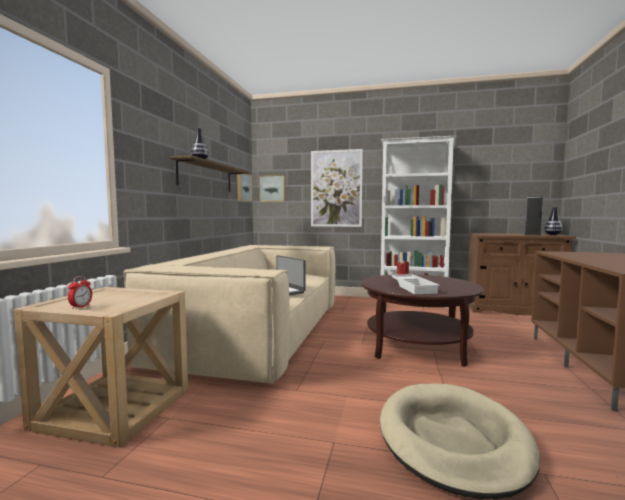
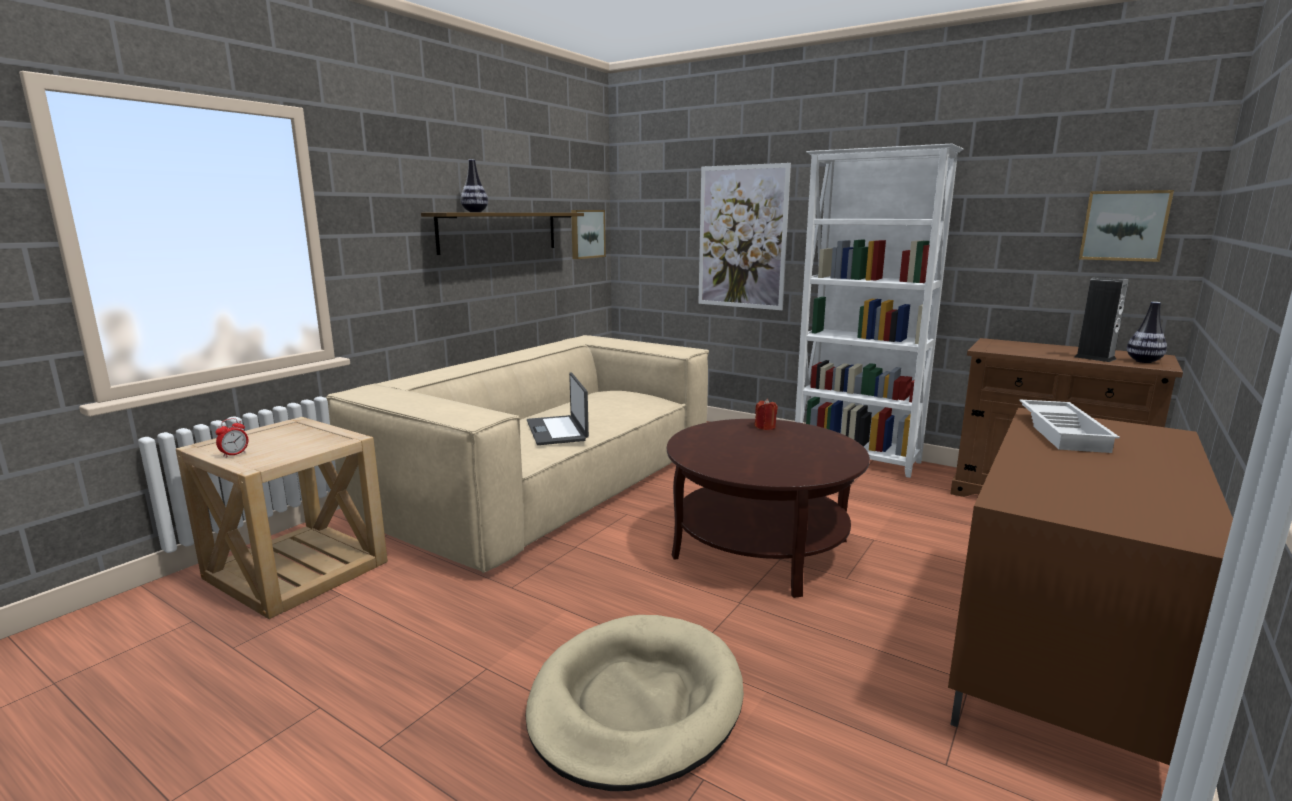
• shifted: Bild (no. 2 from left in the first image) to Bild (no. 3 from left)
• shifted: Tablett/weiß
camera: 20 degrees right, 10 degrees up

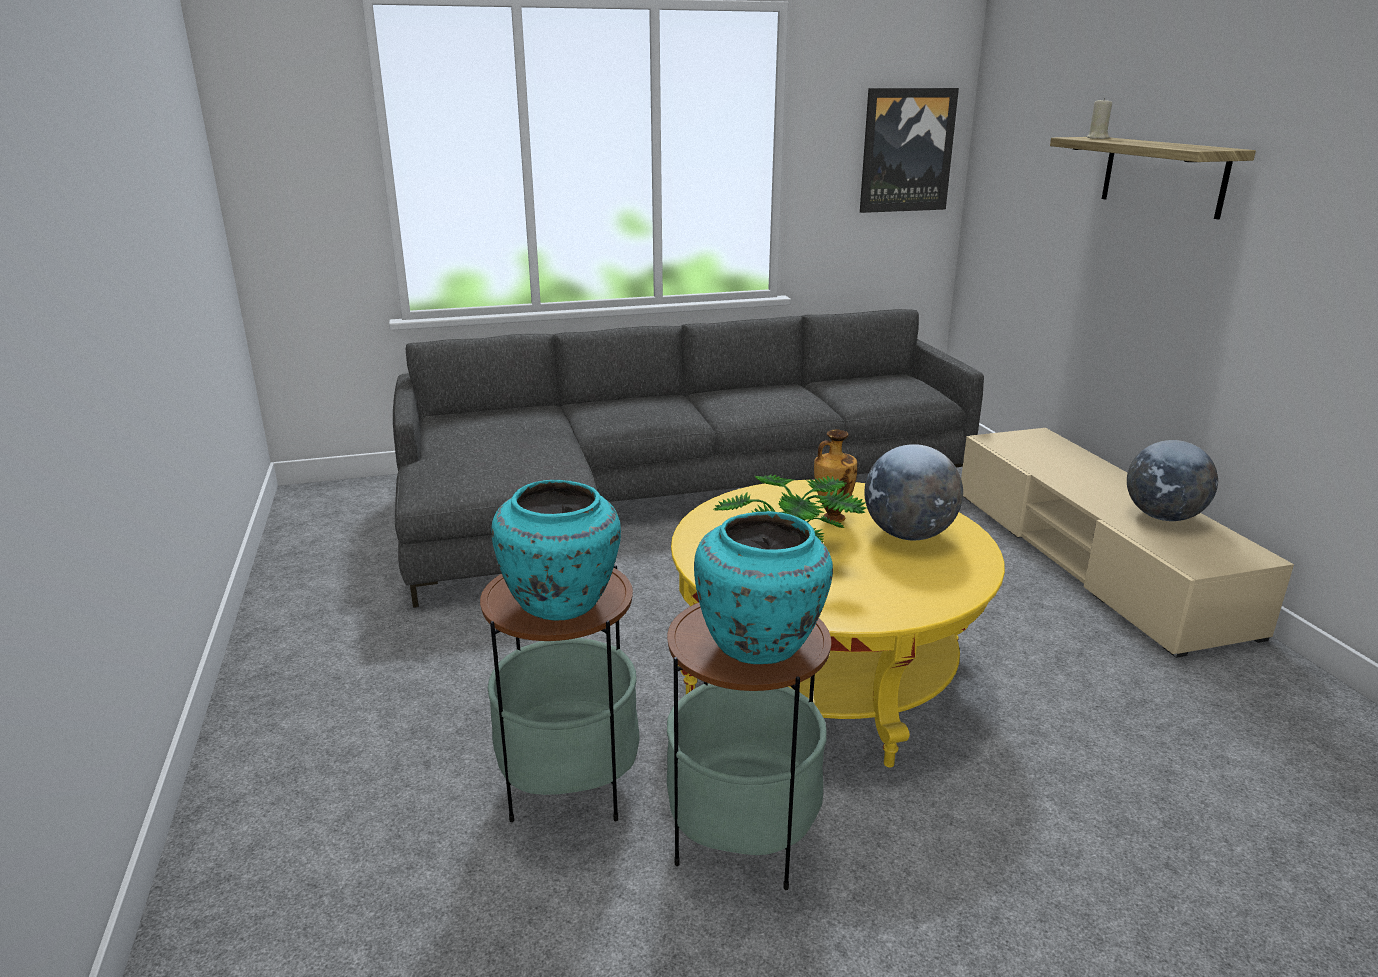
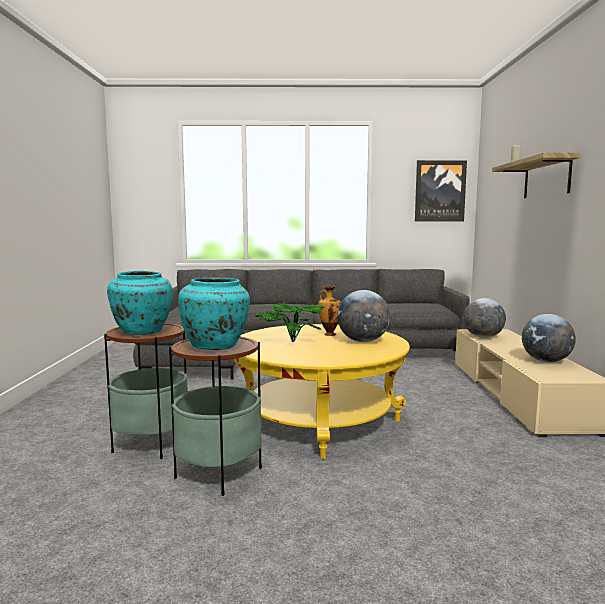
• new: Globus (no. 2 from left)
camera: 15 degrees right, 15 degrees down

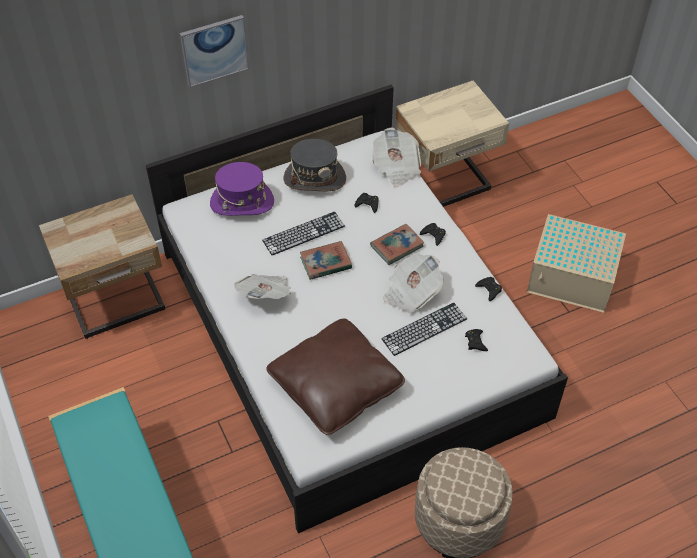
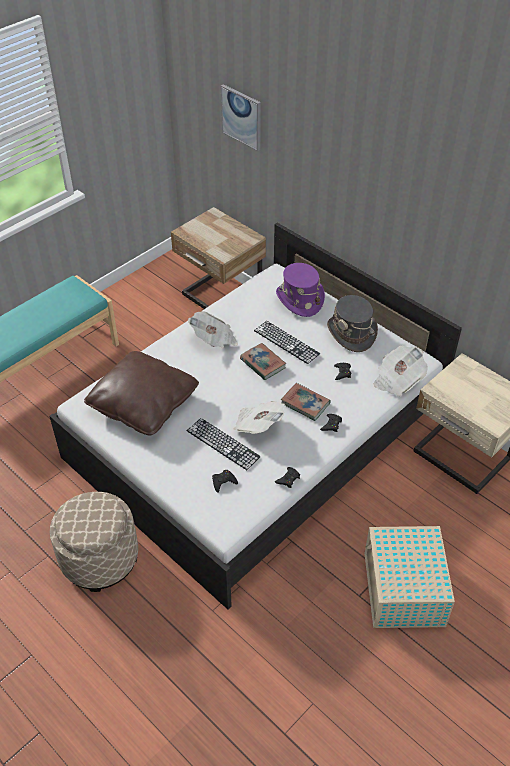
• shifted: Bild
camera: 70 degrees right, 5 degrees down

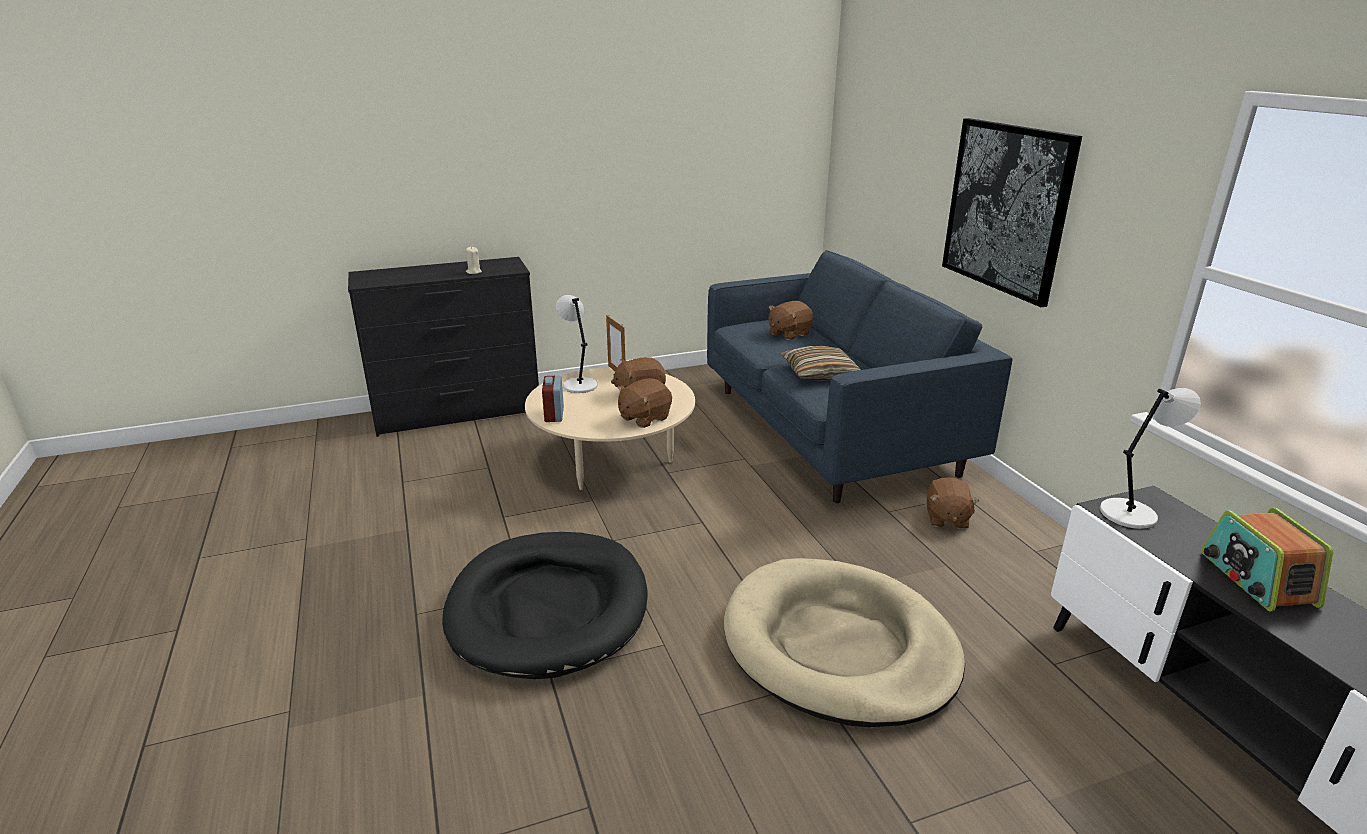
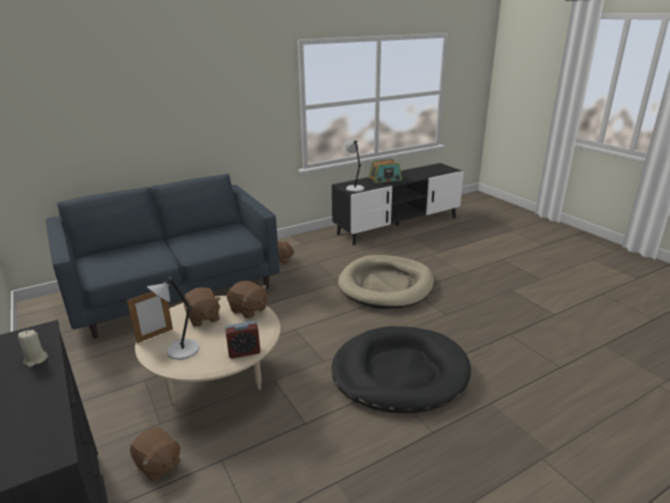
• gone: Kissen
• gone: Bild
• shifted: Plüschtier/braun (no. 3 from left in the first image) to Plüschtier/braun (no. 1 from left)
camera: 100 degrees left, 0 degrees up

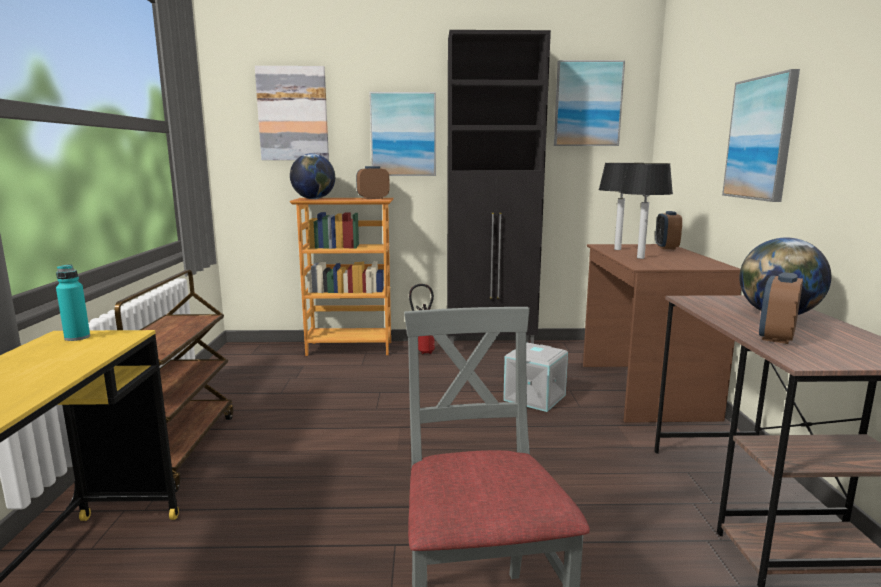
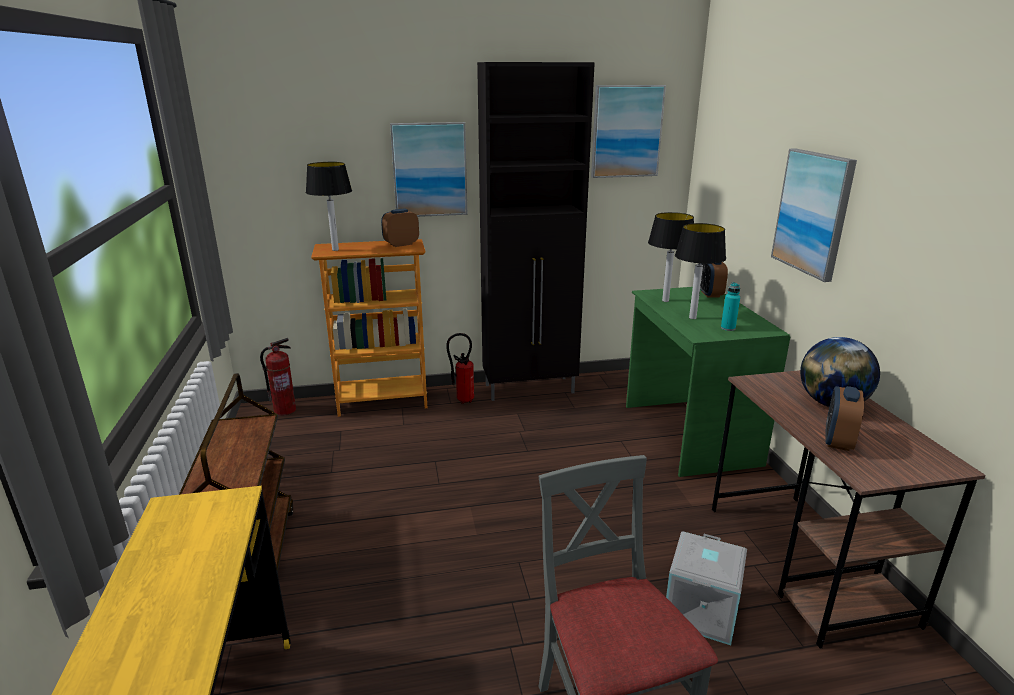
• gone: Bild (no. 1 from left)
• new: Feuerlöscher (no. 1 from left)
• shifted: Flasche/türkis
• shifted: Aufbewahrungsbox/grau
• swapped: Globus (no. 1 from left) to Tischlampe (no. 1 from left)
• repainted: Schreibtisch/braun (no. 1 from left) to Schreibtisch/grün
camera: 10 degrees left, 10 degrees up

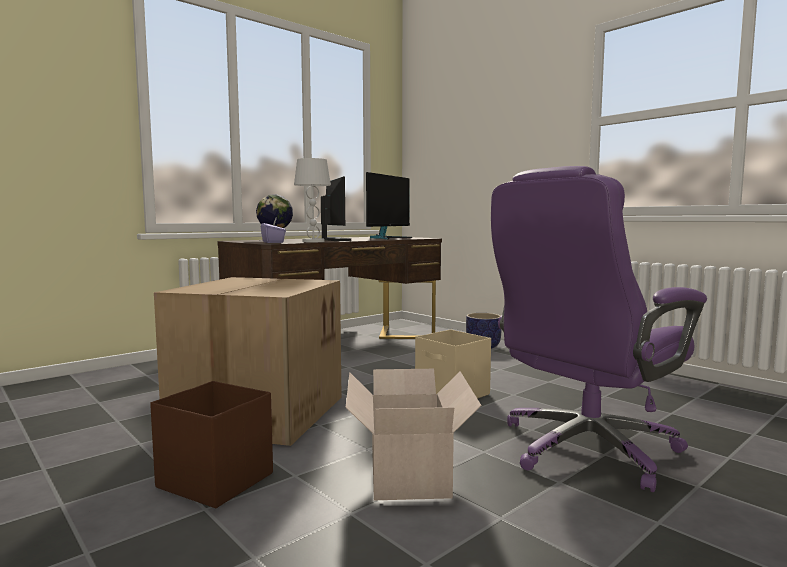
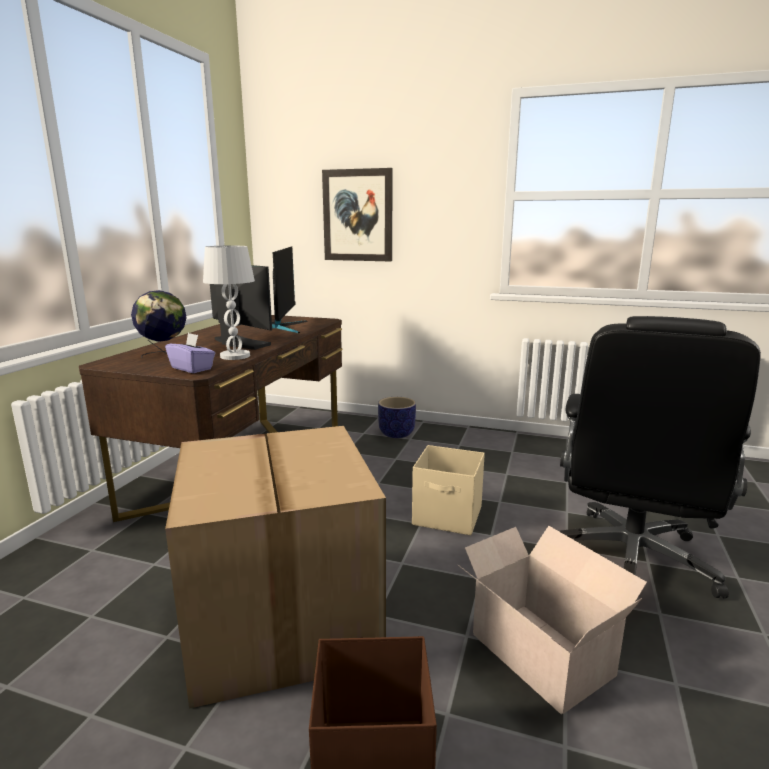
• new: Bild
• repainted: Bürostuhl/lila to Bürostuhl/schwarz
camera: 30 degrees left, 10 degrees up

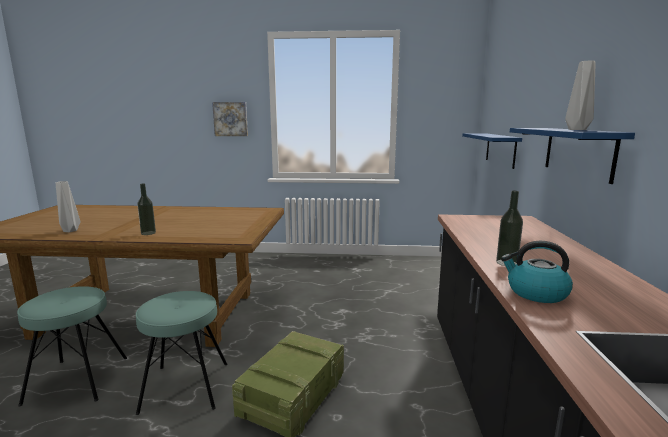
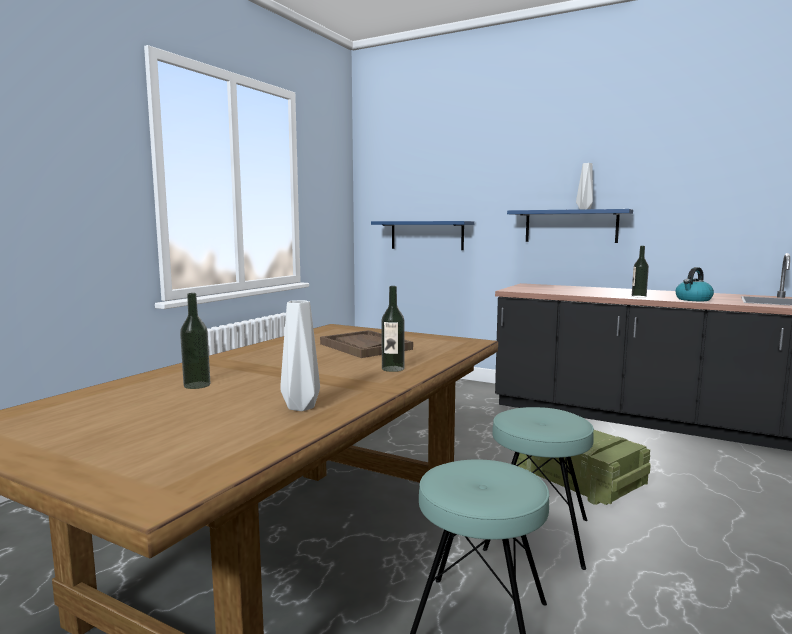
• gone: Bild
• new: Flasche (no. 1 from left)
• new: Tablett/braun
camera: 65 degrees left, 5 degrees down

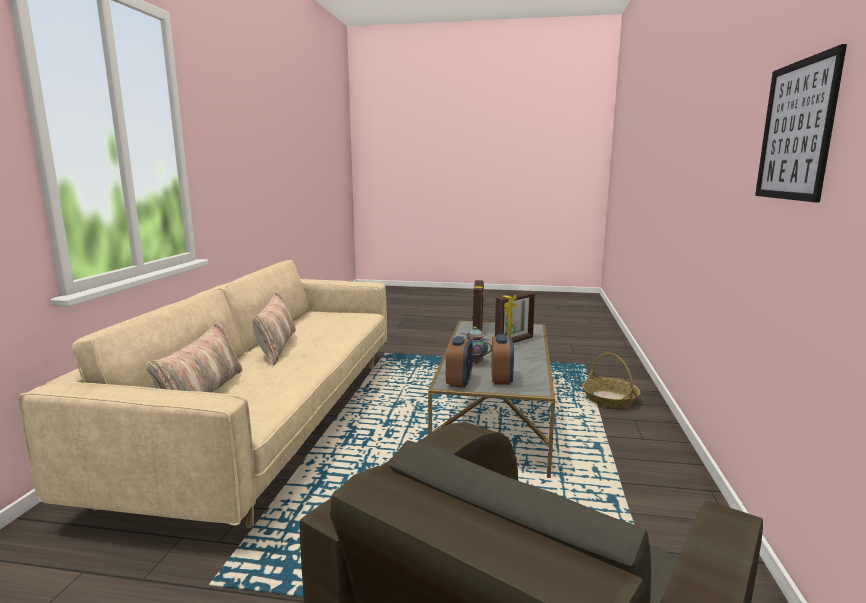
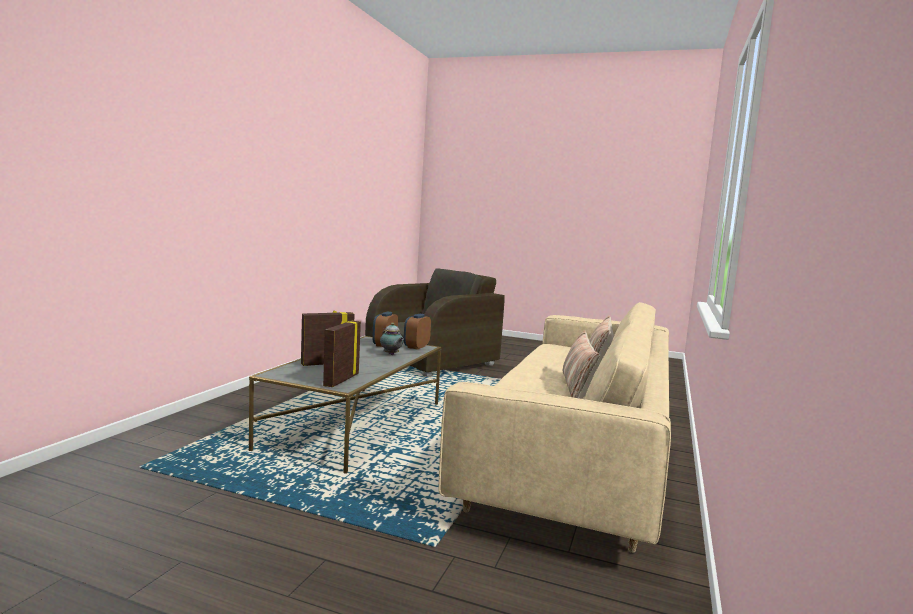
• gone: Korb
• gone: Bild
camera: 170 degrees left, 5 degrees down

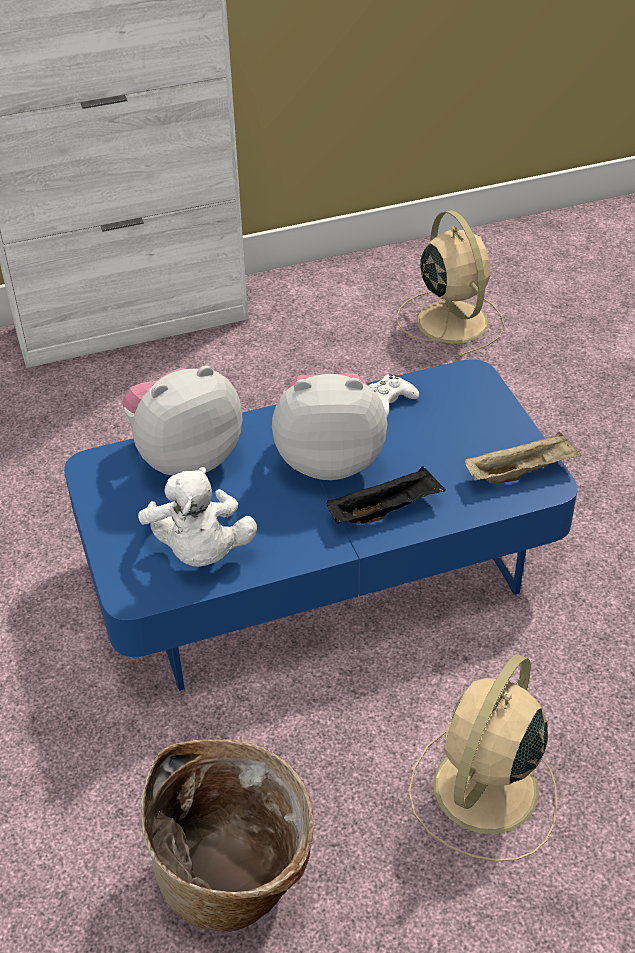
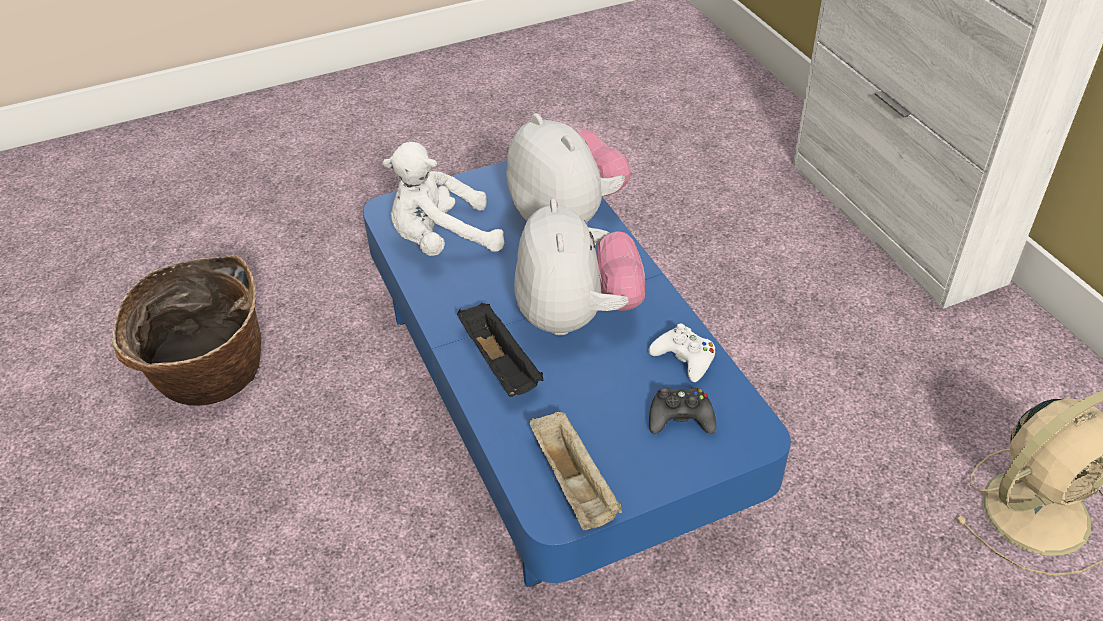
• gone: Ventilator/beige (no. 2 from left)
• new: Gamepad/schwarz
camera: 85 degrees right, 0 degrees up

